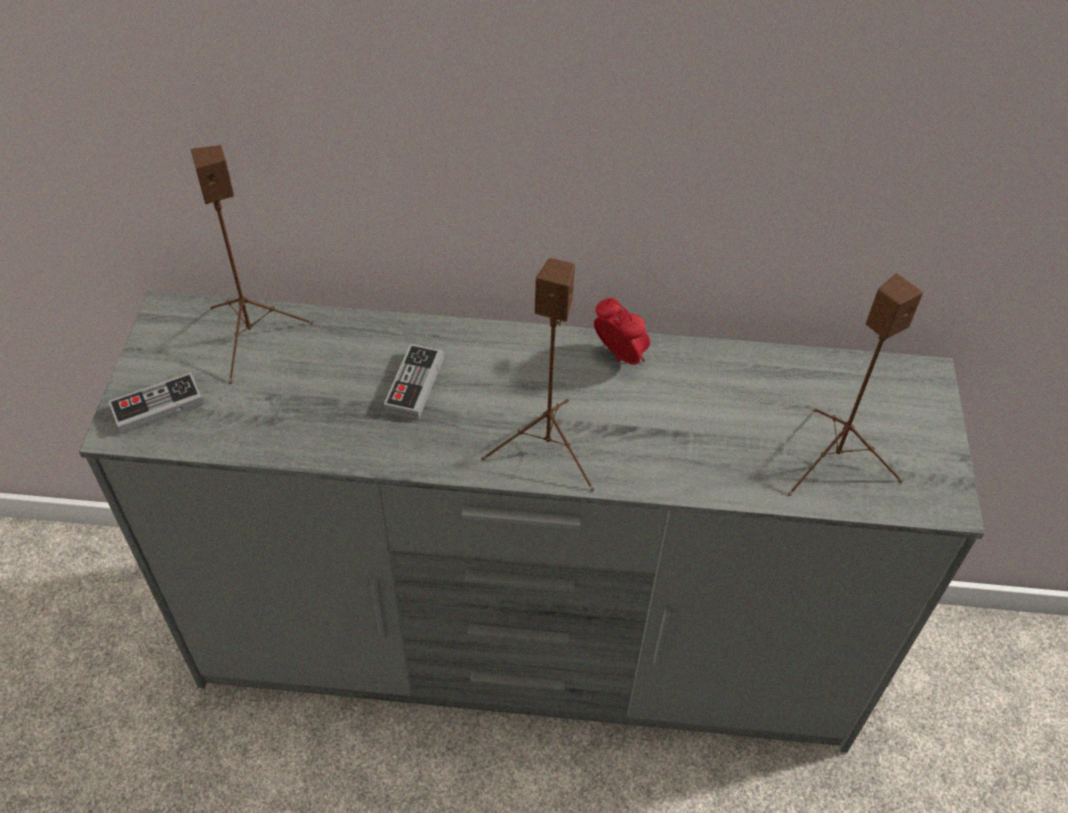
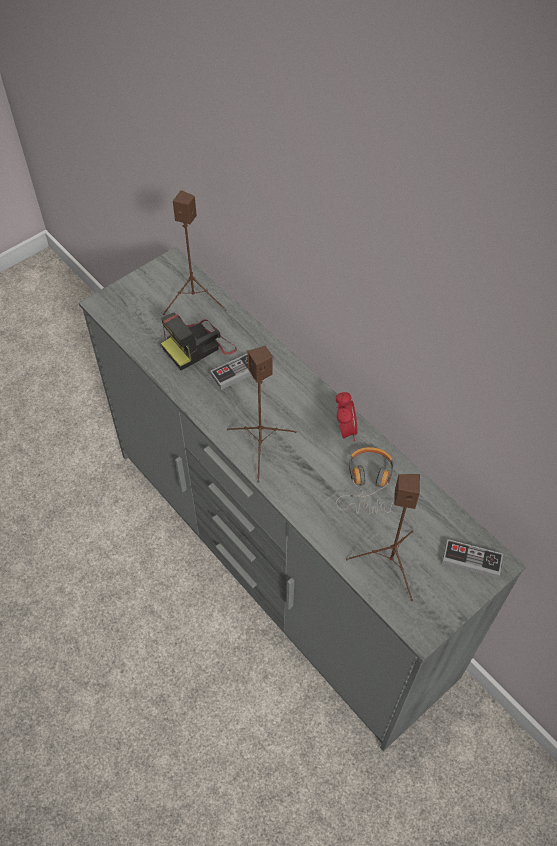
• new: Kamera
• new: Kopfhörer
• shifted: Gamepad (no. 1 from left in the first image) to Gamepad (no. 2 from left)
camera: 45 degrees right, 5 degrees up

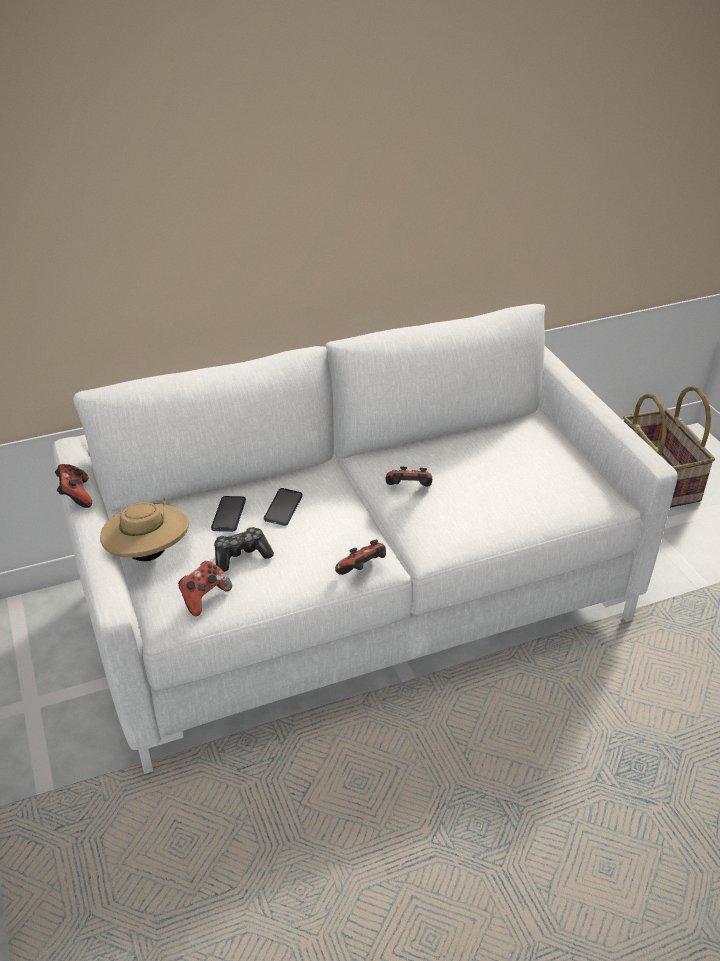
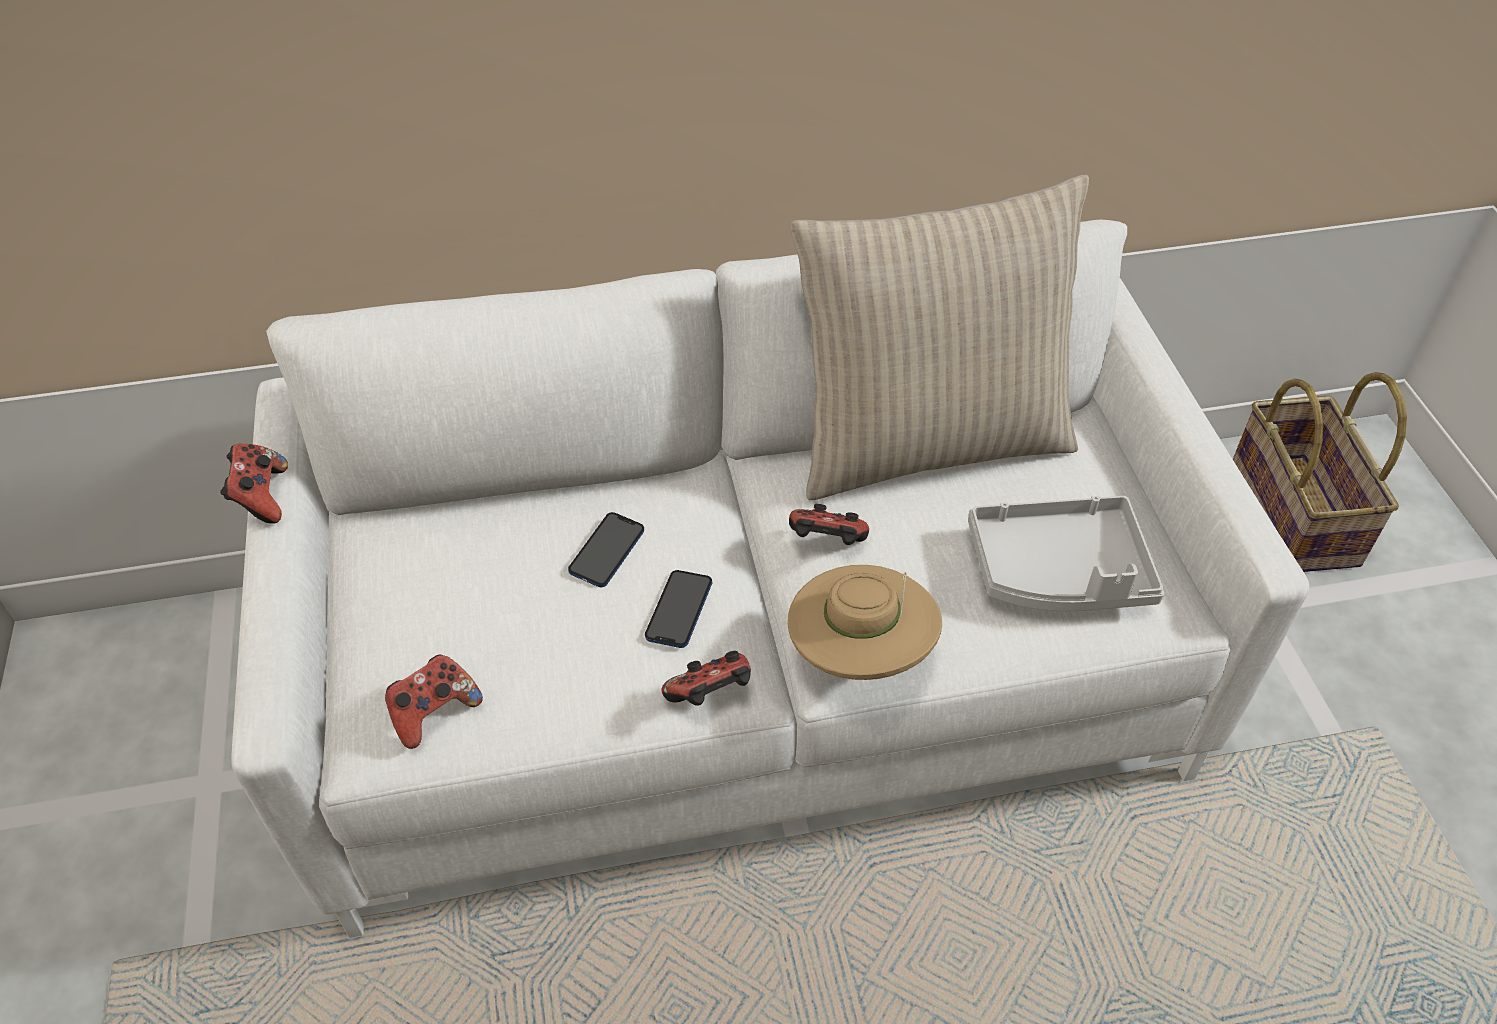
• gone: Gamepad (no. 3 from left)
• new: Kissen/beige
• new: Tablett/grau
• shifted: Hut/beige
• shifted: Handy (no. 1 from left in the first image) to Handy (no. 2 from left)
camera: 10 degrees right, 10 degrees up

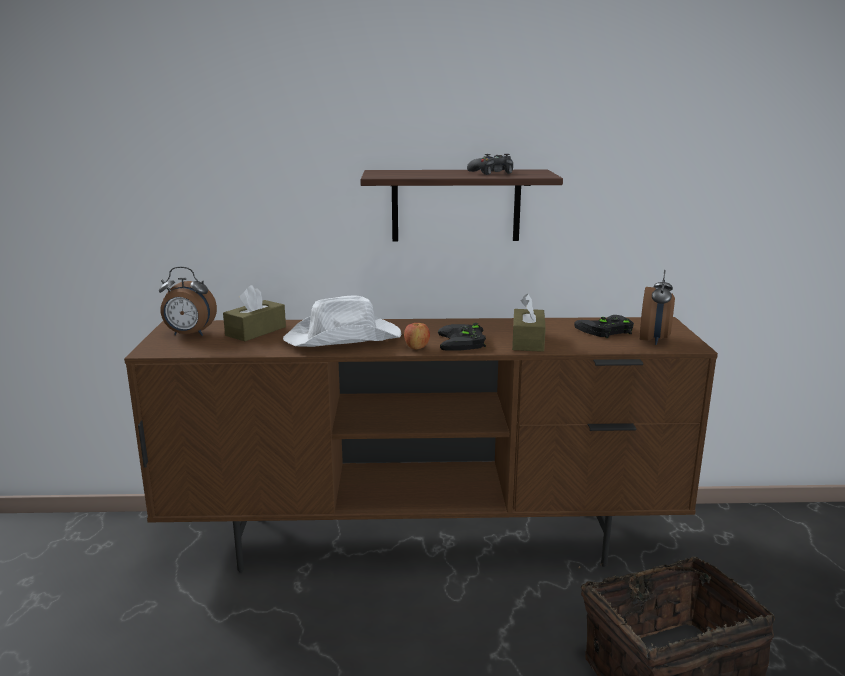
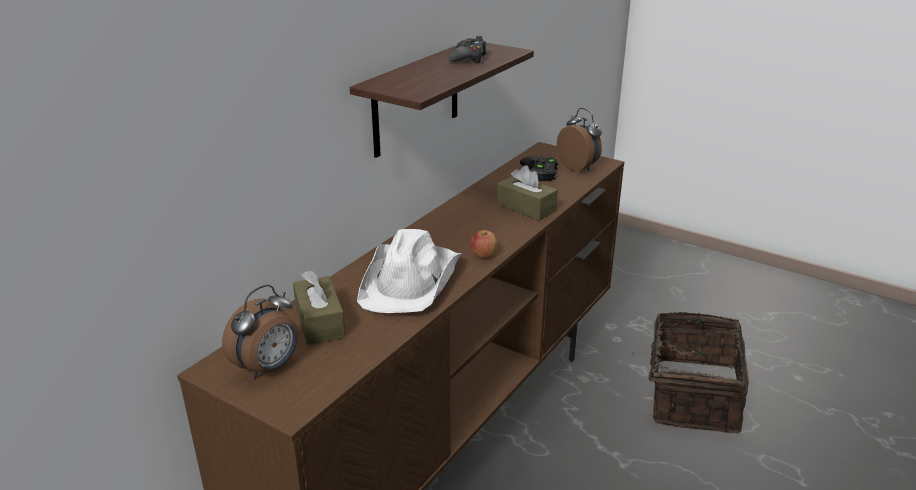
• gone: Gamepad/schwarz (no. 1 from left)
camera: 55 degrees left, 10 degrees up

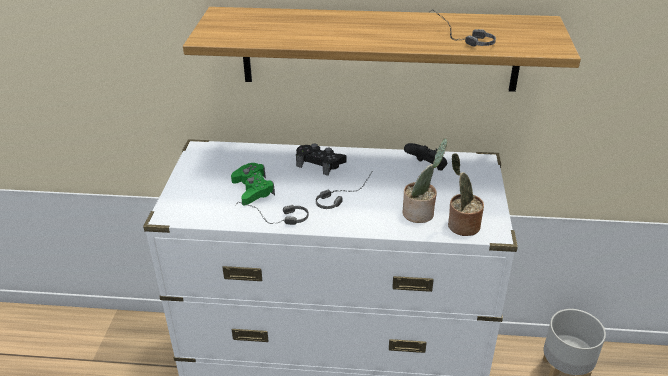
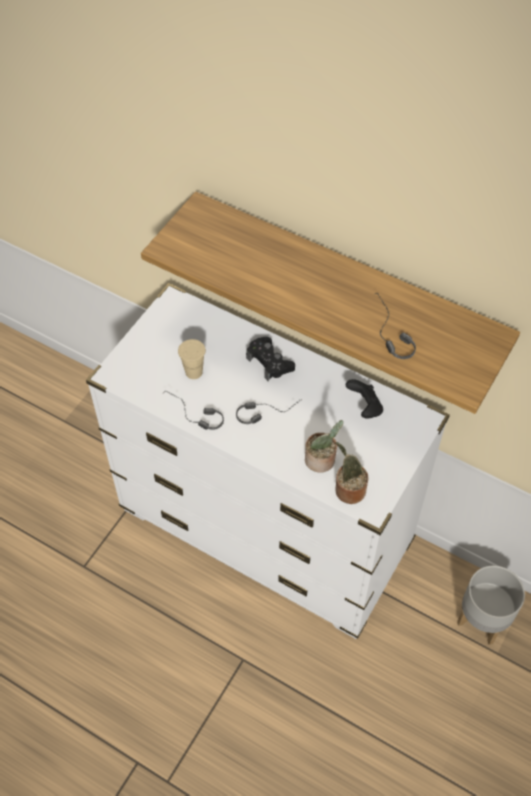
• swapped: Gamepad/grün to Tasse/beige
camera: 25 degrees right, 20 degrees up

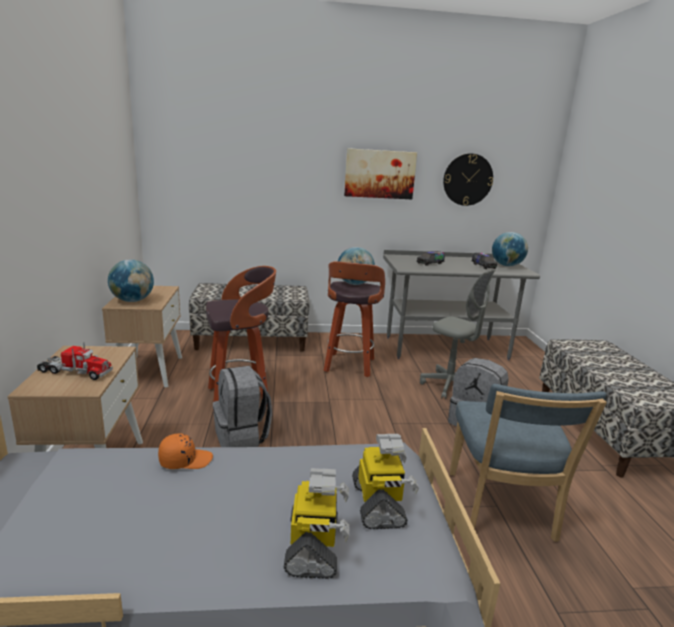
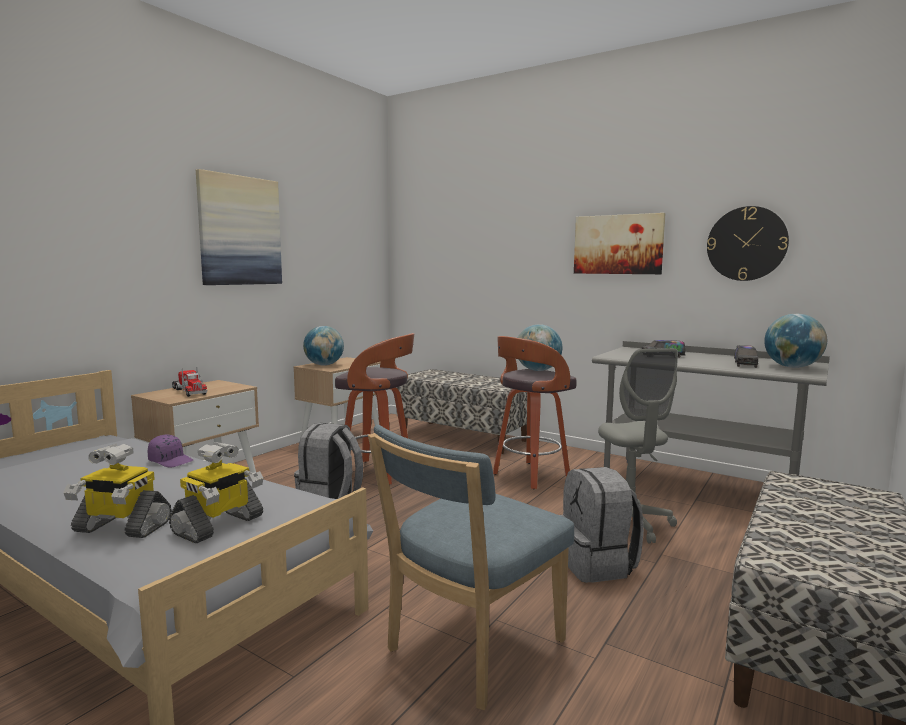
• new: Bild (no. 1 from left)
• repainted: Kappe/orange to Kappe/lila
• rotated: Spielzeugroboter (no. 1 from left) 60 degrees clockwise
camera: 40 degrees right, 10 degrees down

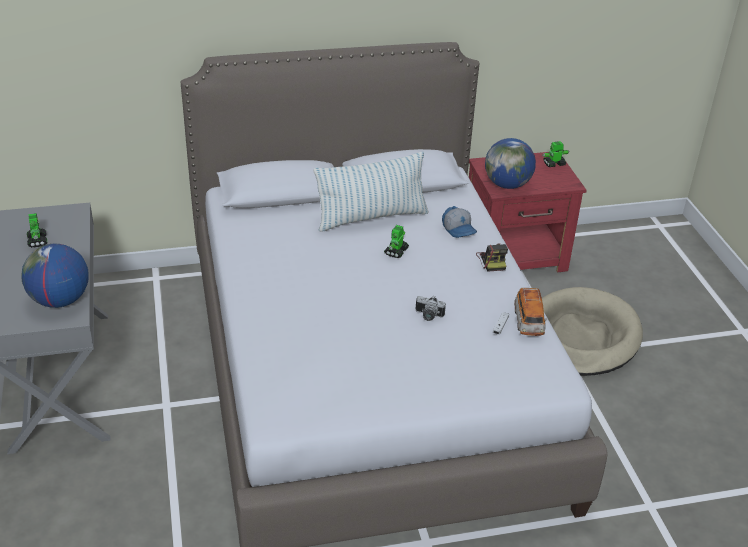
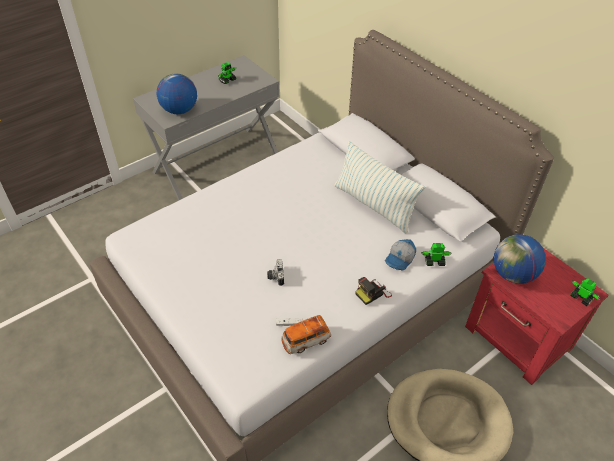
• shifted: Spielzeugroboter (no. 2 from left)
camera: 65 degrees right, 10 degrees up

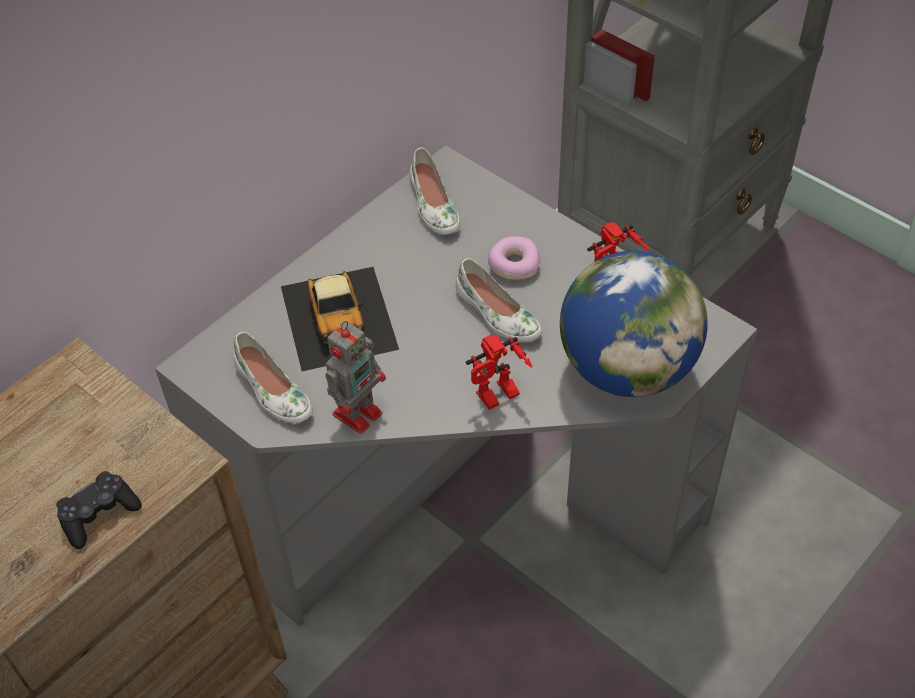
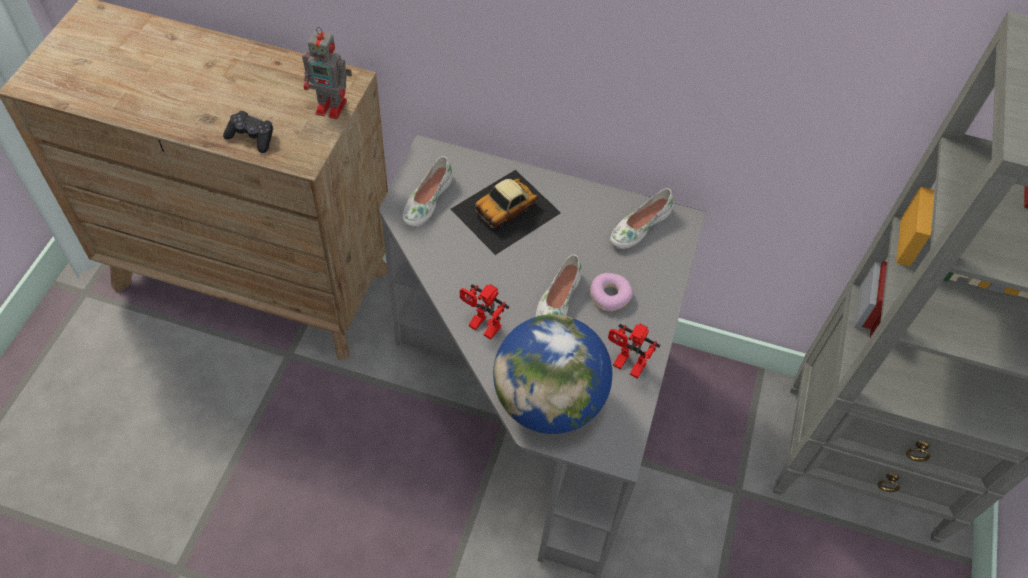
• shifted: Spielzeugroboter (no. 1 from left)
camera: 60 degrees right, 5 degrees up

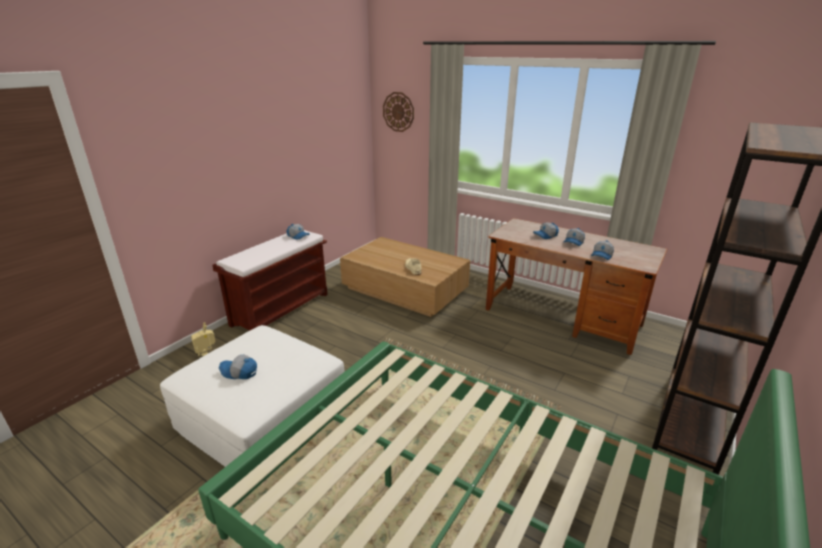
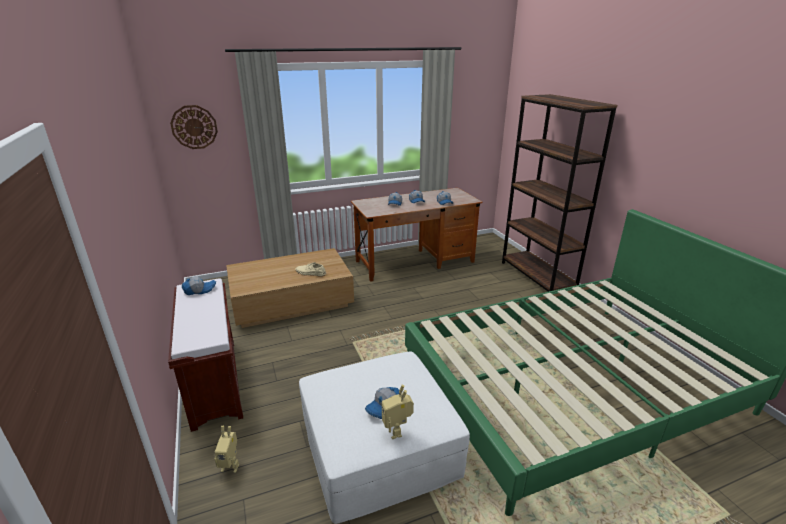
• new: Spielzeugroboter (no. 2 from left)
camera: 55 degrees left, 0 degrees up

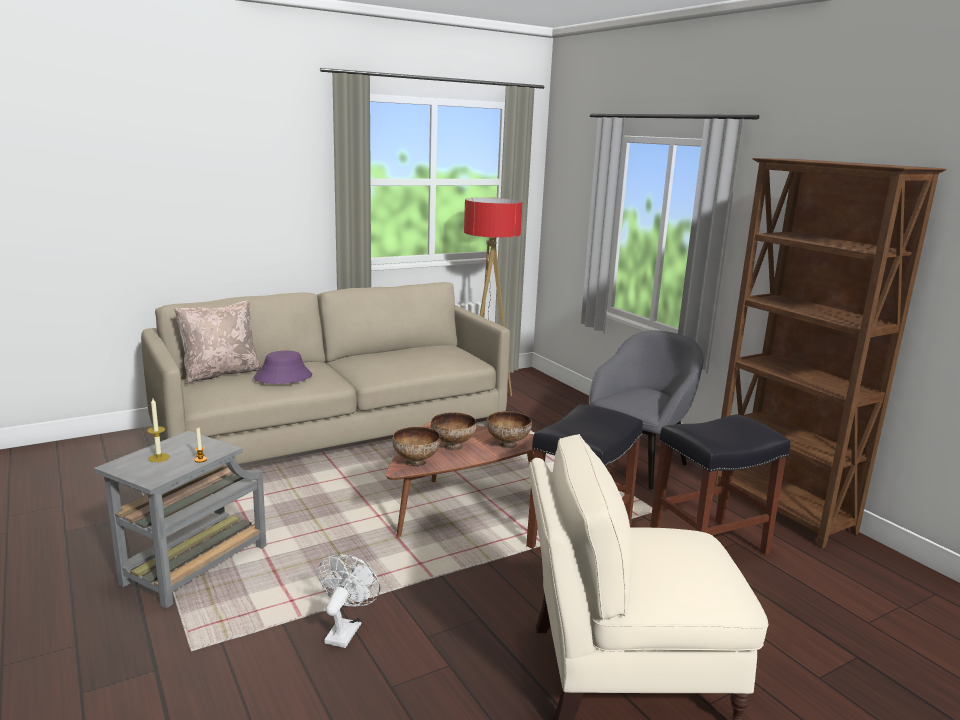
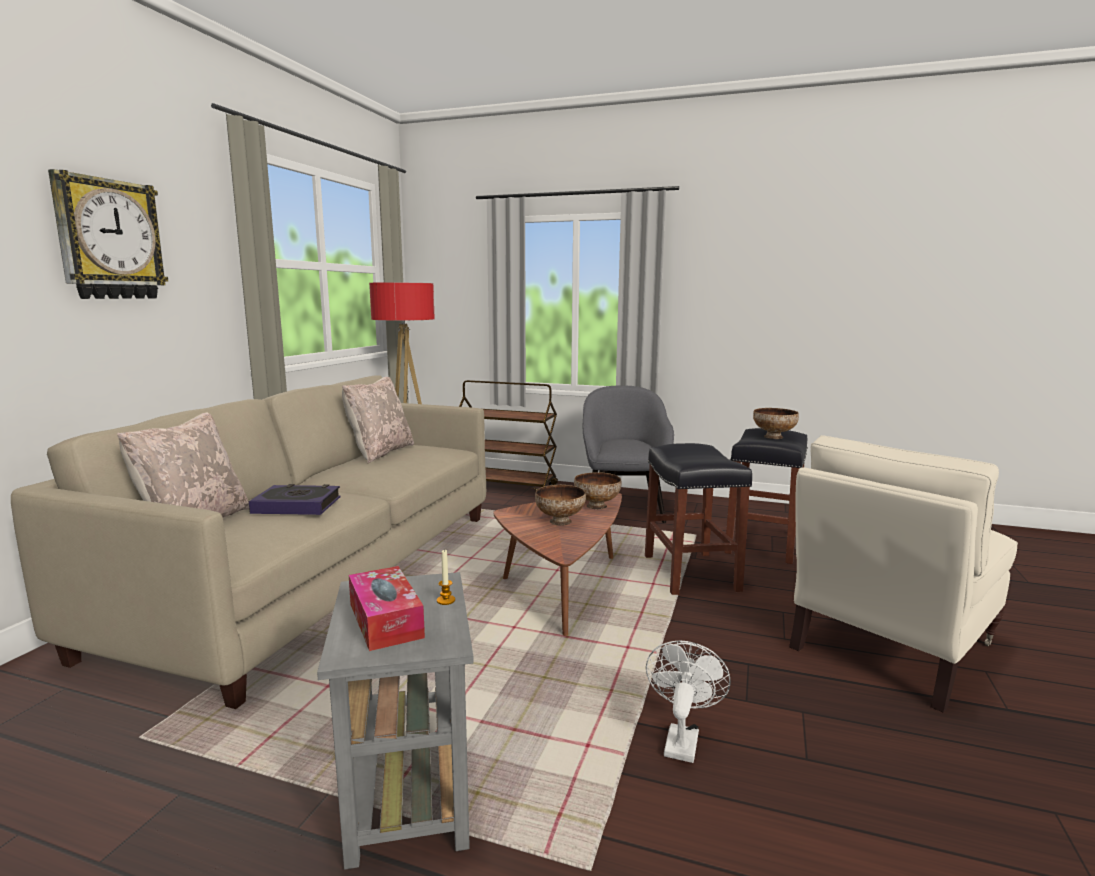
• gone: Bücherregal/braun
• new: Wanduhr
• new: Kissen/beige (no. 2 from left)
• new: Rollwagen/braun
• shifted: Schüssel (no. 1 from left in the first image) to Schüssel (no. 3 from left)
• swapped: Kerze (no. 1 from left) to Taschentuchbox
• swapped: Hut/lila to Buch
• rotated: Ventilator/weiß 45 degrees clockwise
camera: 40 degrees left, 5 degrees down

